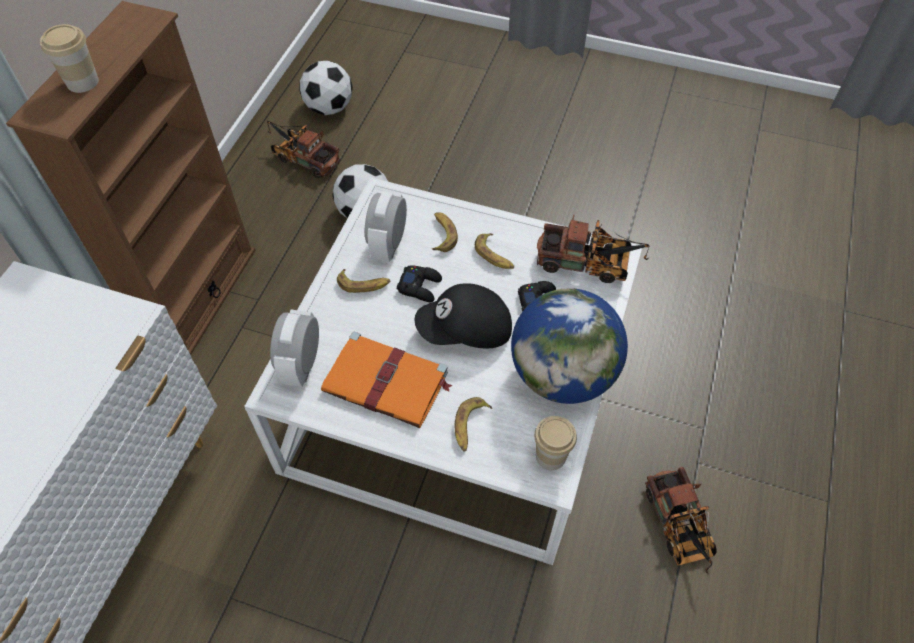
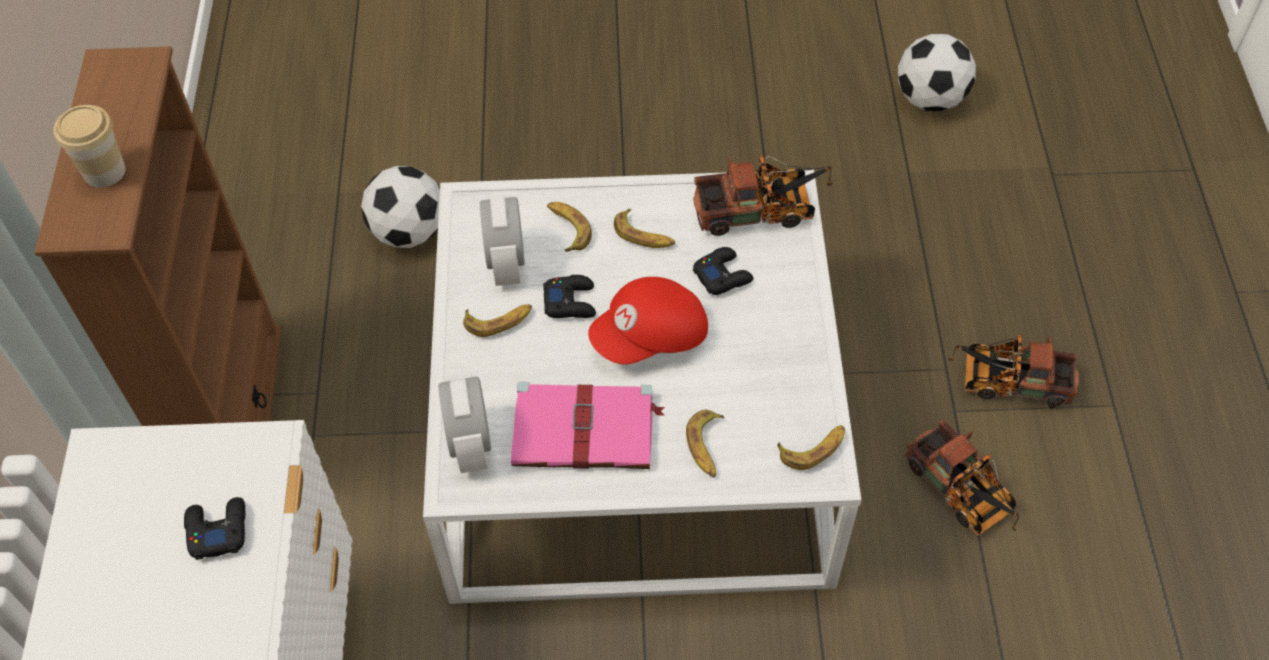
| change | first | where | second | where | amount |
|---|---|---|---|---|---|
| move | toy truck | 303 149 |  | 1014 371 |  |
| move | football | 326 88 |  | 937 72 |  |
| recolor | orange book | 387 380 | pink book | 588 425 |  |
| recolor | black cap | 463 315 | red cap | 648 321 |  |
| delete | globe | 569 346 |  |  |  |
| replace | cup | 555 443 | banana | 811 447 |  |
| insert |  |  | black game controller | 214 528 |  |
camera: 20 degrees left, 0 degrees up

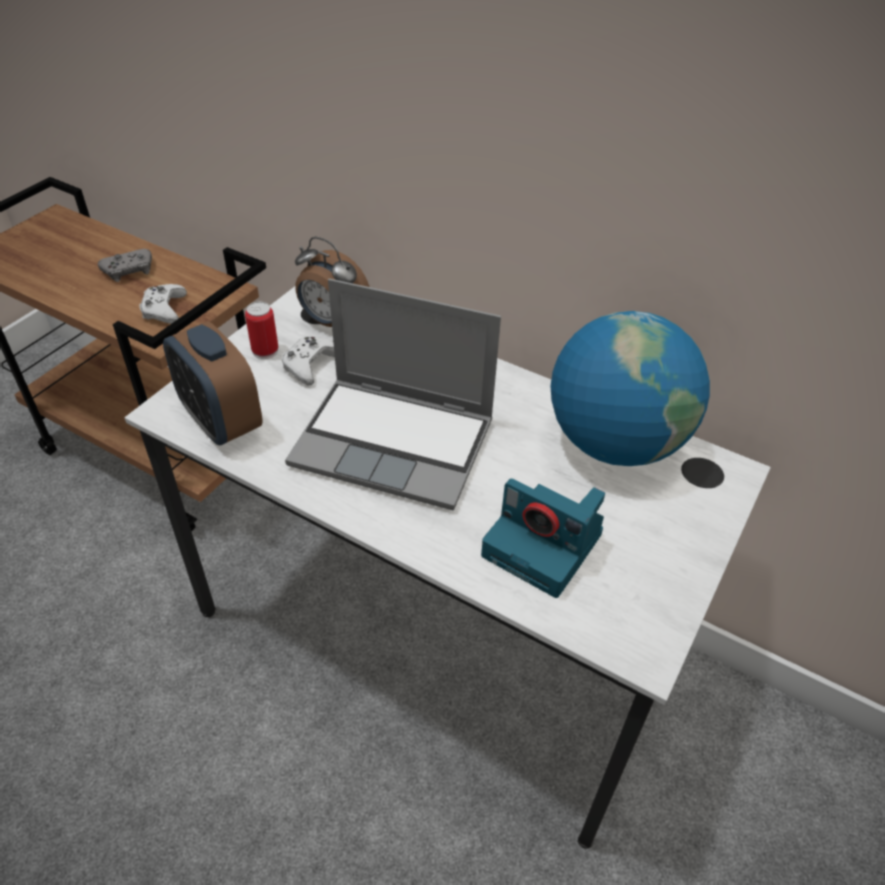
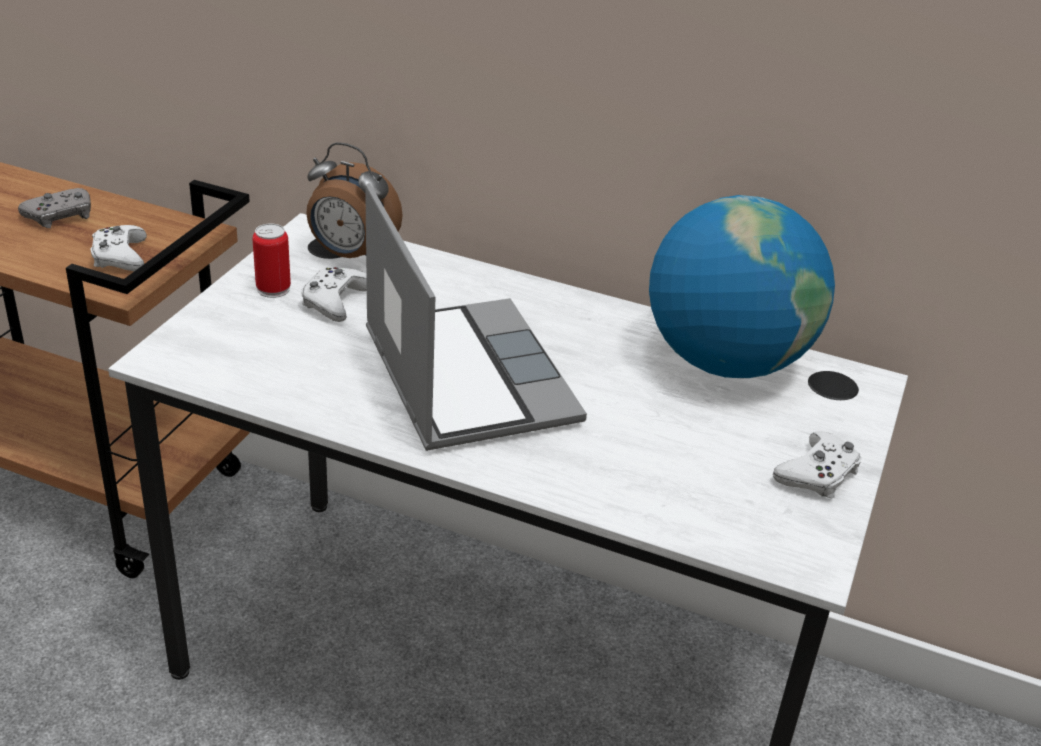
| change | first | where | second | where | amount |
|---|---|---|---|---|---|
| delete | alarm clock | 213 383 |  |  |  |
| rotate | laptop | 393 394 |  | 476 317 | 120 degrees counterclockwise |
| delete | photo camera | 543 538 |  |  |  |
| insert |  |  | white game controller | 817 464 |  |
camera: 10 degrees left, 10 degrees down

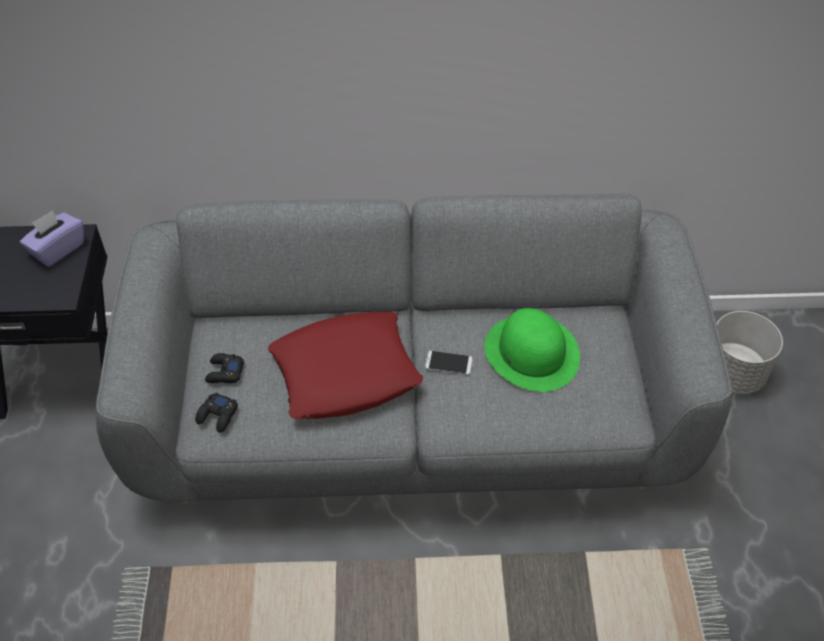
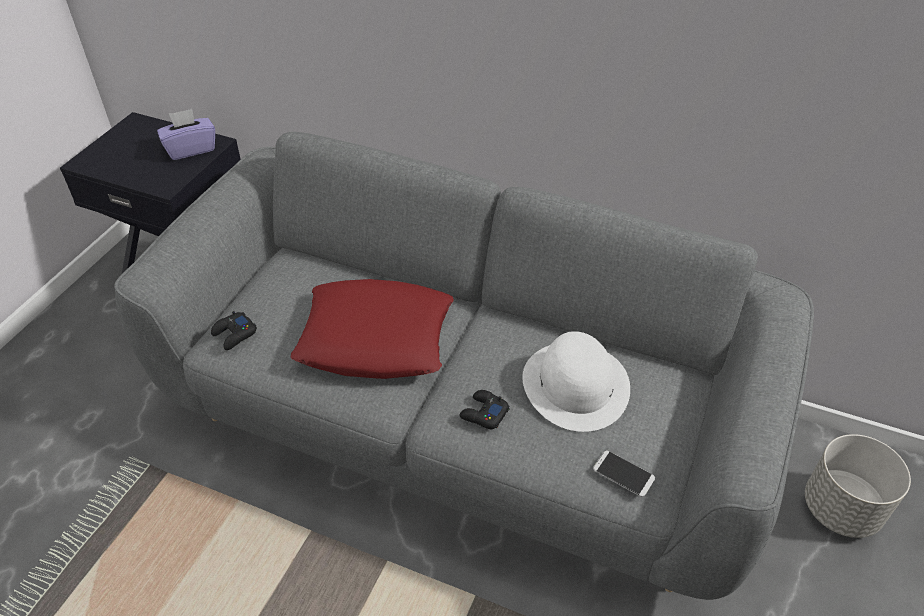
| change | first | where | second | where | amount |
|---|---|---|---|---|---|
| move | black game controller | 224 368 |  | 484 409 |  |
| move | phone | 449 363 |  | 624 474 |  |
| recolor | green hat | 532 350 | white hat | 576 381 |  |
camera: 25 degrees right, 5 degrees down

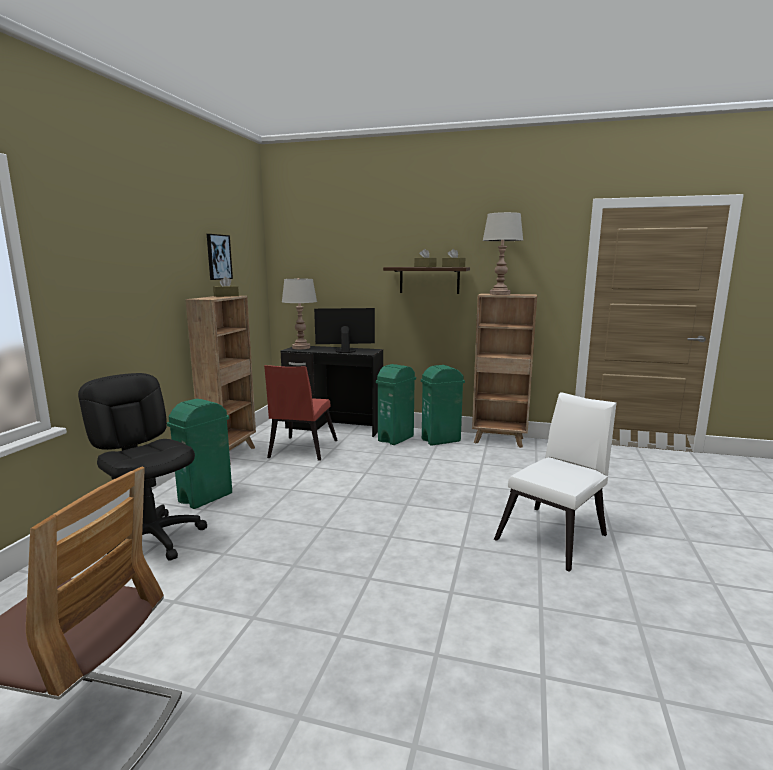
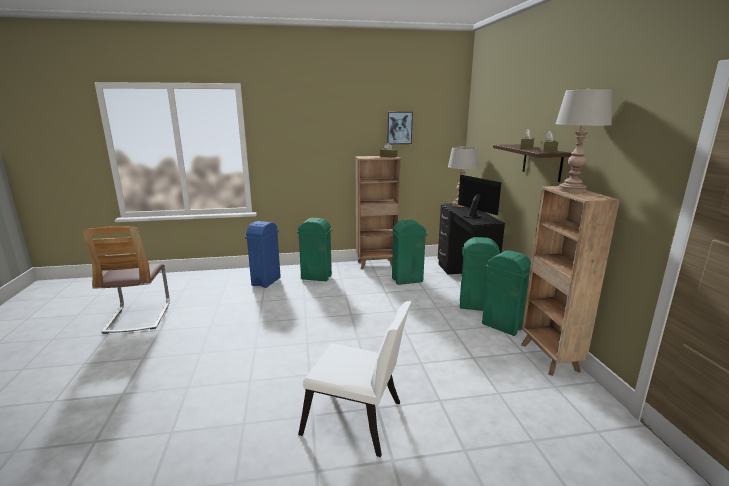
| change | first | where | second | where | amount |
|---|---|---|---|---|---|
| replace | black office chair | 142 467 | blue trash can | 263 254 |  |
| replace | red chair | 301 413 | green trash can | 409 252 |  |
camera: 65 degrees right, 5 degrees up

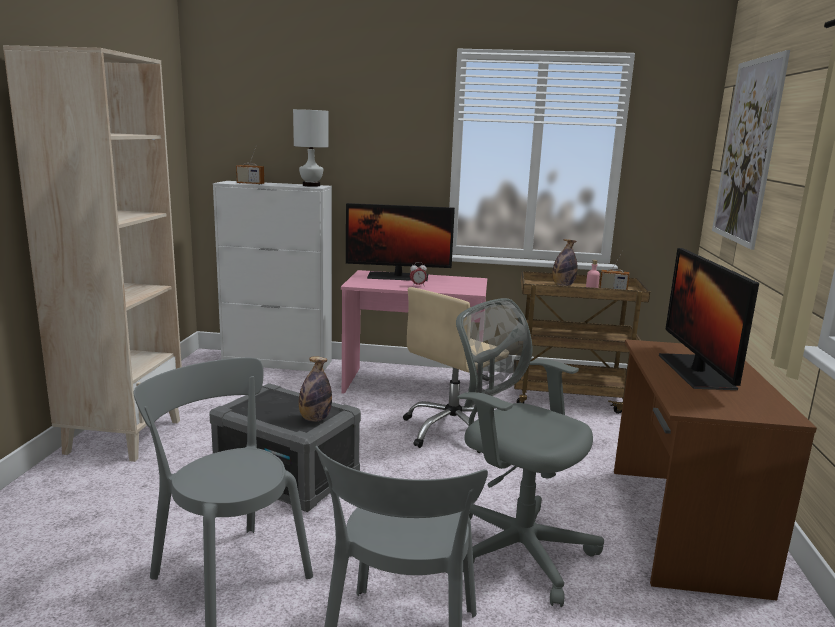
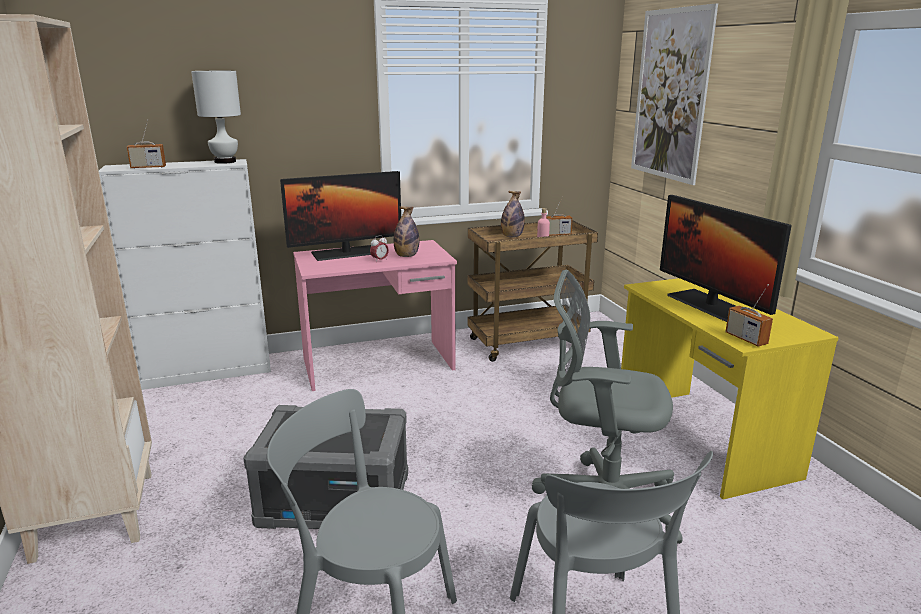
| change | first | where | second | where | amount |
|---|---|---|---|---|---|
| move | bottle | 315 389 |  | 406 231 |  |
| delete | beige office chair | 448 370 |  |  |  |
| recolor | brown desk | 715 469 | yellow desk | 730 388 |  |
| insert |  |  | radio | 749 315 |  |
camera: 25 degrees left, 5 degrees up

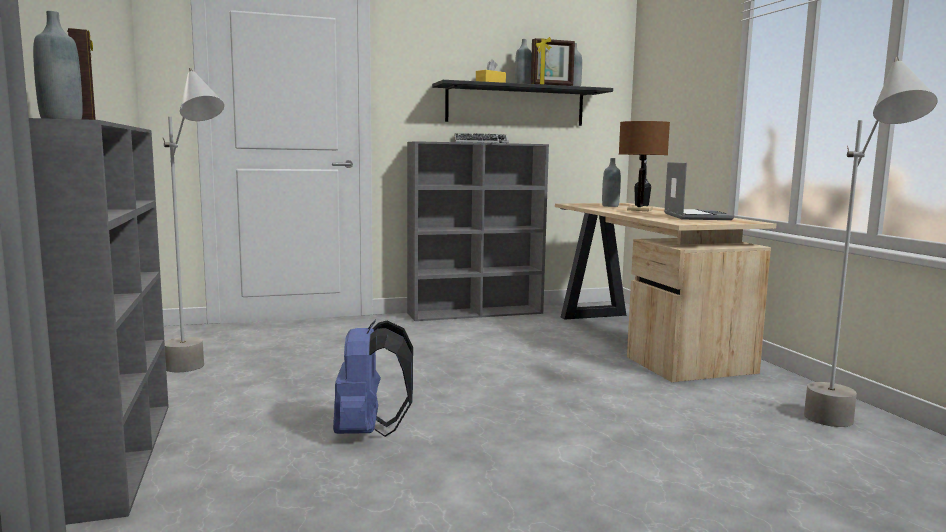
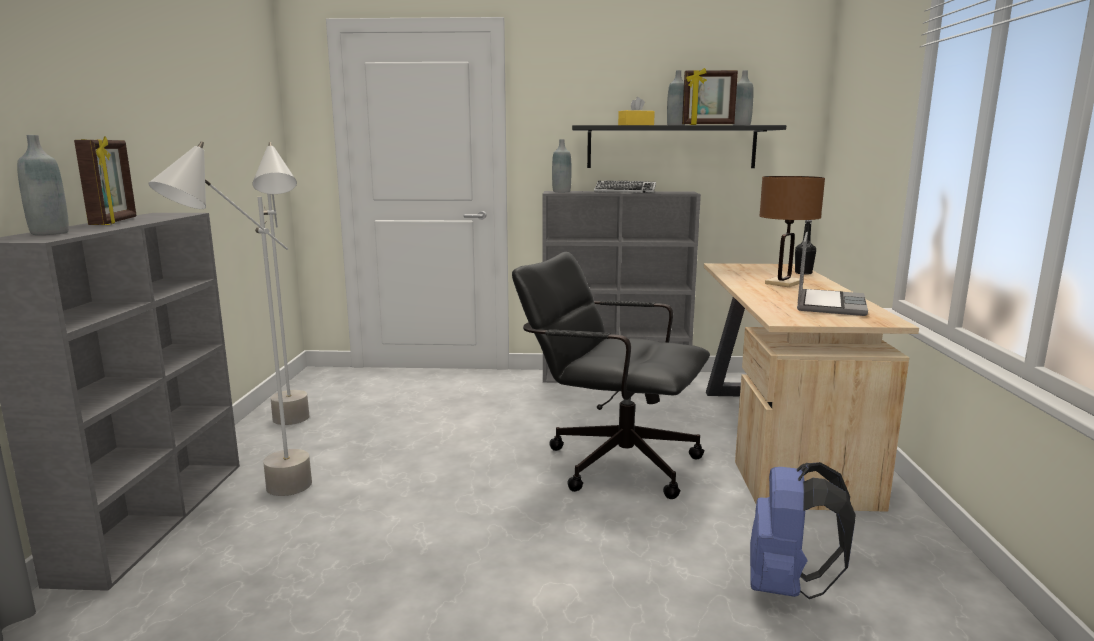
| change | first | where | second | where | amount |
|---|---|---|---|---|---|
| move | blue backpack | 373 378 |  | 803 530 |  |
| move | grey bottle | 611 182 |  | 561 165 |  |
| move | grey floor lamp | 871 242 |  | 230 318 |  |
| insert |  |  | black office chair | 611 375 |  |
camera: 20 degrees right, 5 degrees up

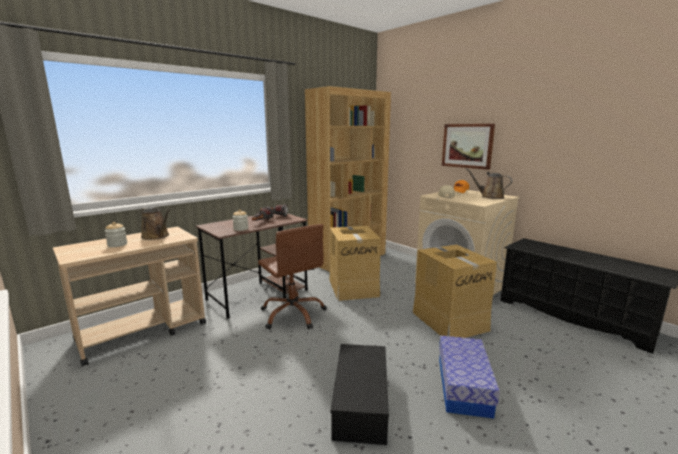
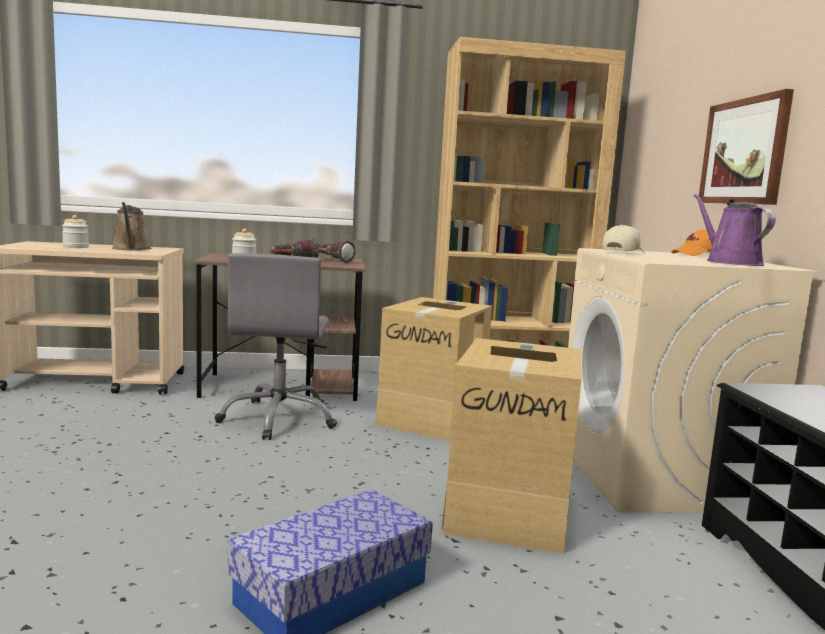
| change | first | where | second | where | amount |
|---|---|---|---|---|---|
| recolor | brown office chair | 292 277 | grey office chair | 276 346 |  |
| delete | black storage box | 359 394 |  |  |  |
| recolor | brown watering can | 489 183 | purple watering can | 734 230 |  |
camera: 35 degrees right, 5 degrees down

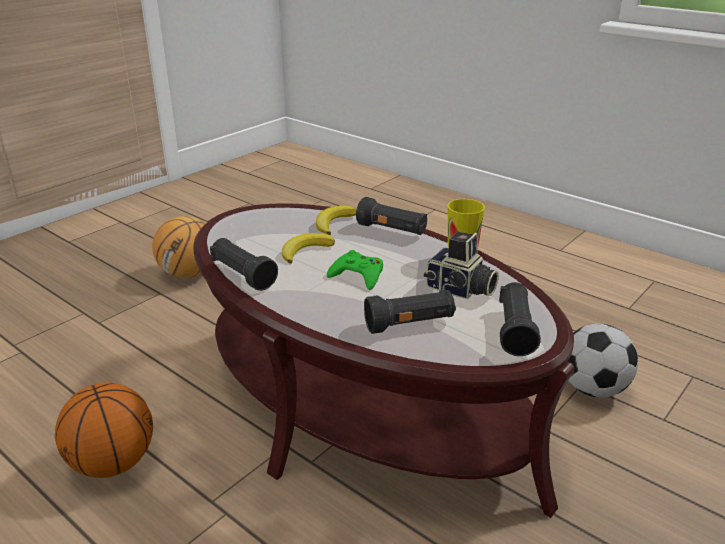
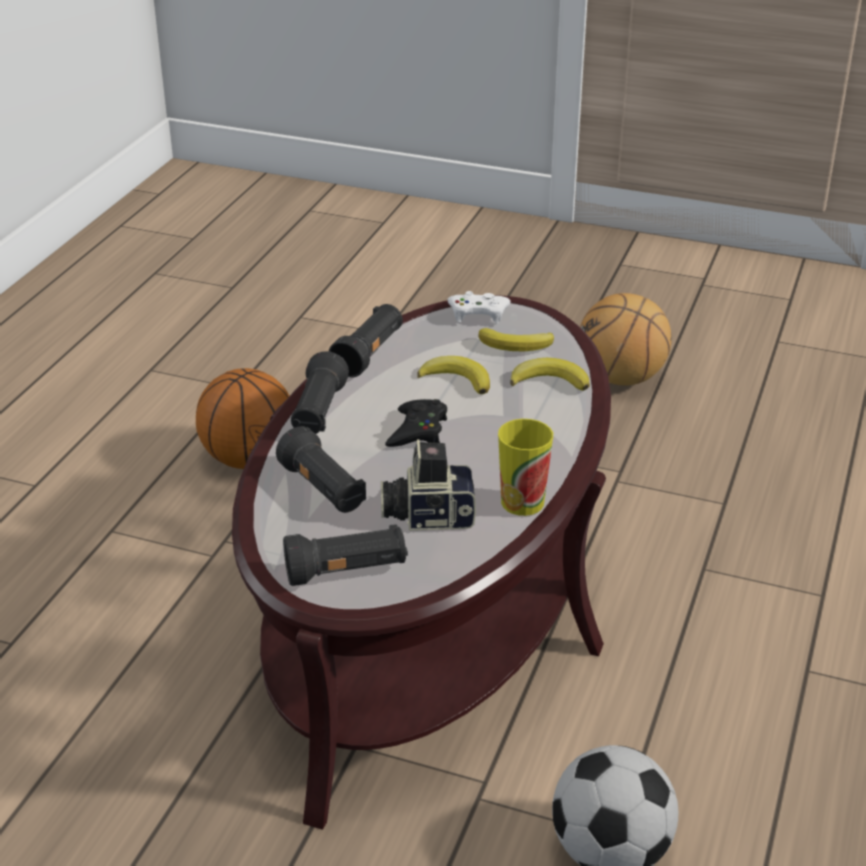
| change | first | where | second | where | amount |
|---|---|---|---|---|---|
| recolor | green game controller | 355 270 | black game controller | 416 423 |  |
| move | black flashlight | 391 216 |  | 320 392 |  |
| rotate | photo camera | 461 265 |  | 428 485 | 75 degrees clockwise |
| insert |  |  | white game controller | 479 307 |  |
| insert |  |  | banana | 516 339 |  |
camera: 70 degrees right, 5 degrees up

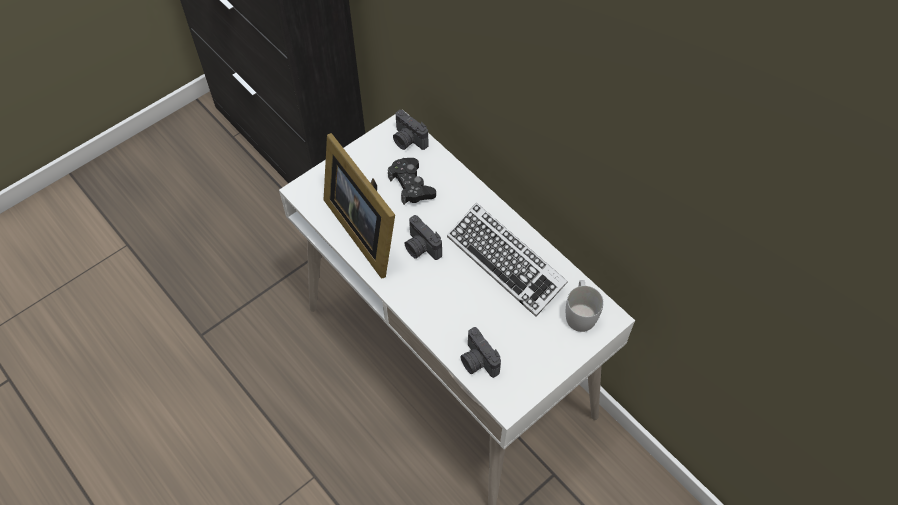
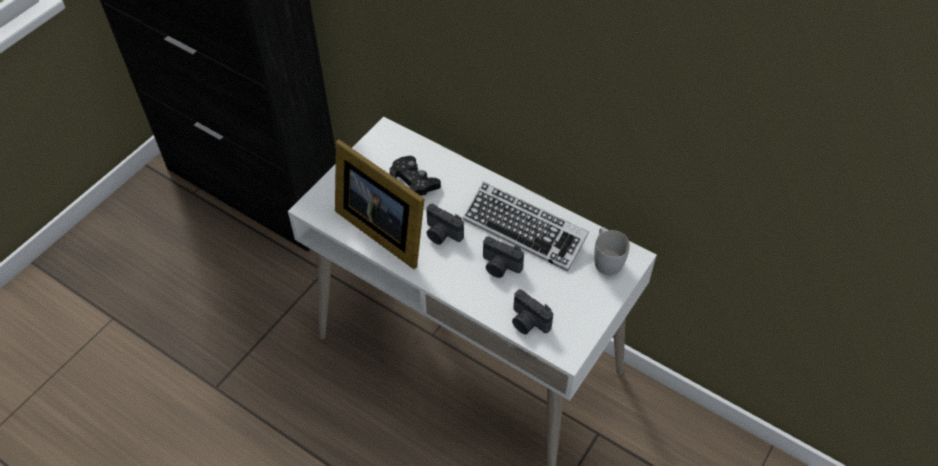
| change | first | where | second | where | amount |
|---|---|---|---|---|---|
| move | photo camera | 411 130 |  | 503 257 |  |
camera: 15 degrees left, 5 degrees down

